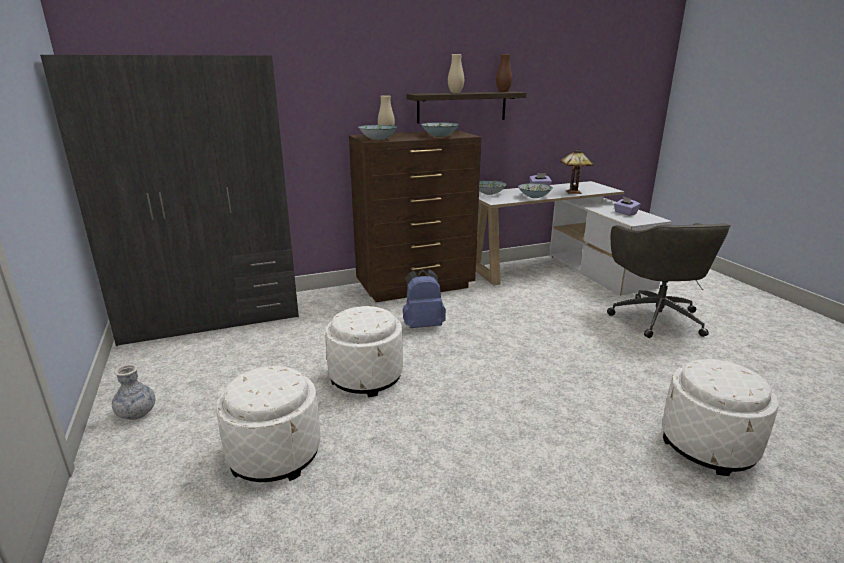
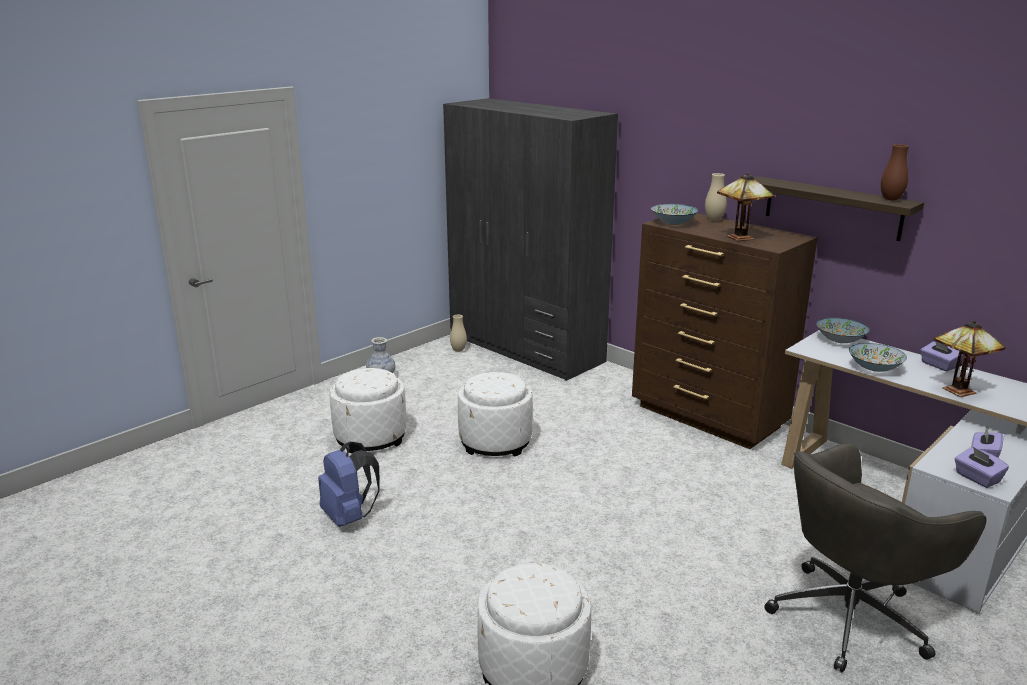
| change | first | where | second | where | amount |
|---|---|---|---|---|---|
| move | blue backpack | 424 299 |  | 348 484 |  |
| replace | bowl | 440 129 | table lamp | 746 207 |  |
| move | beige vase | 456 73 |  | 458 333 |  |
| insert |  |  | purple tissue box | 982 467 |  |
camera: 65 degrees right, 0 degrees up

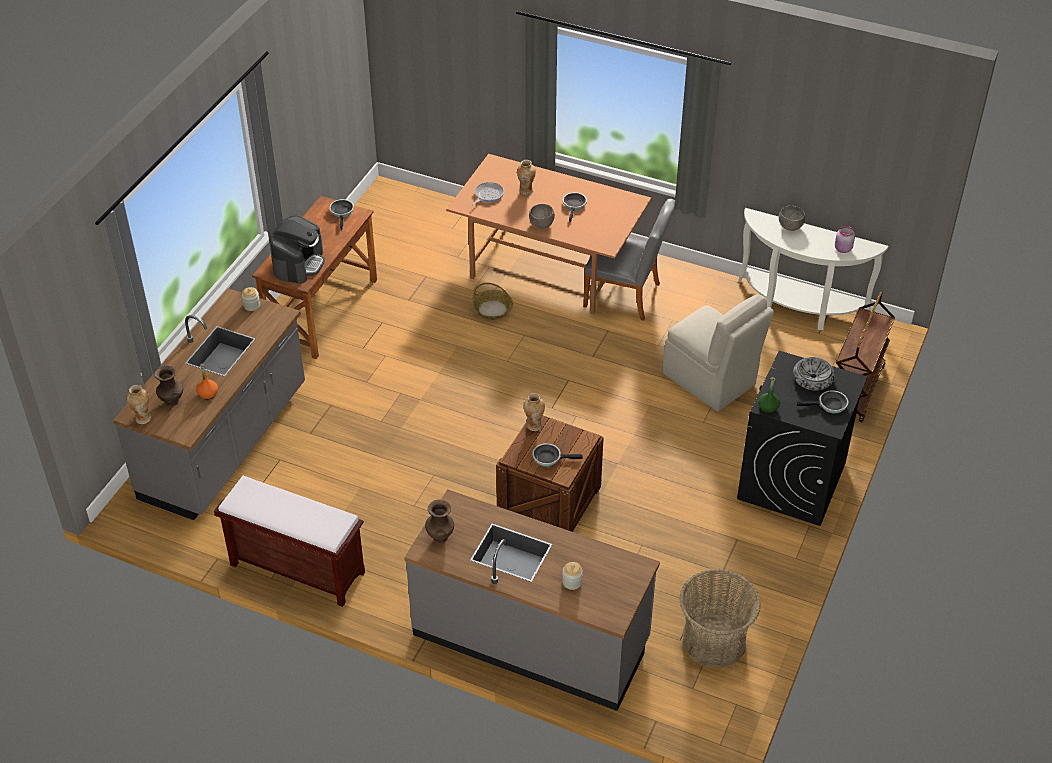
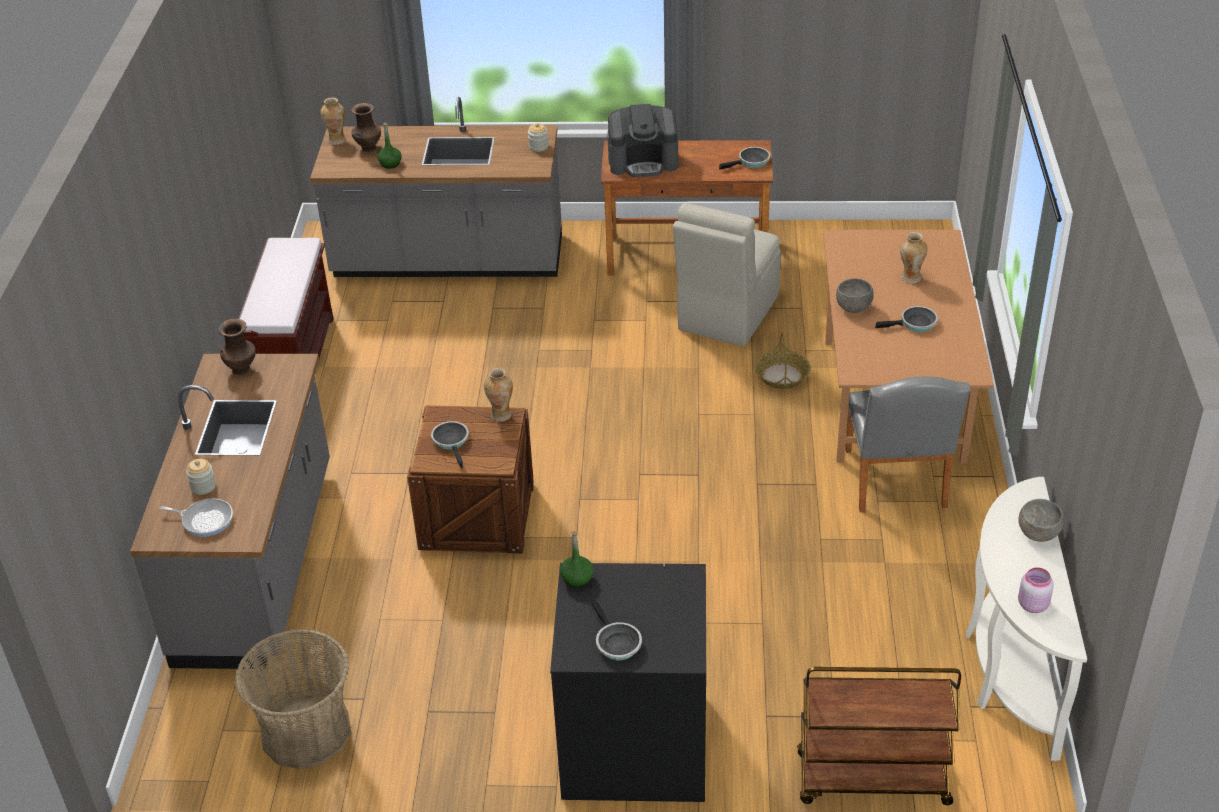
| change | first | where | second | where | amount |
|---|---|---|---|---|---|
| recolor | orange bottle | 207 382 | green bottle | 389 145 |  |
| move | frying pan | 487 194 |  | 196 517 |  |
| move | beige chair | 718 352 |  | 727 274 |  |
| delete | bowl | 814 374 |  |  |  |
camera: 70 degrees right, 5 degrees down

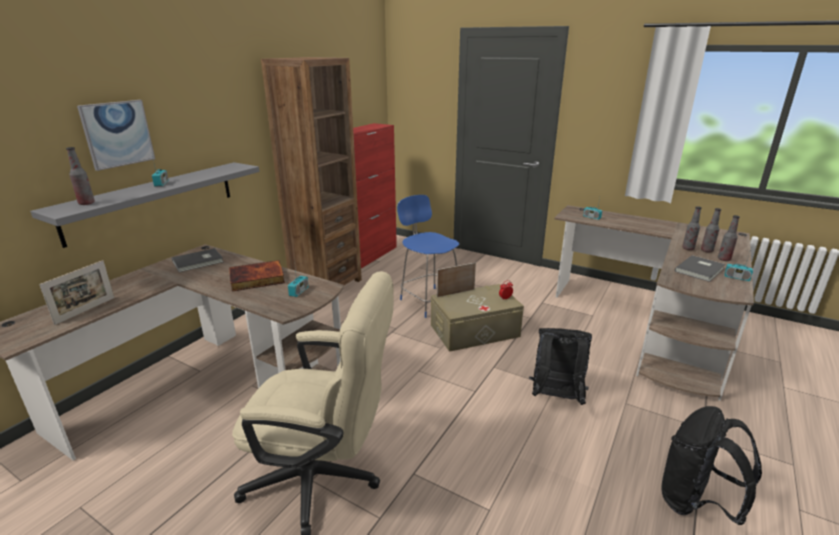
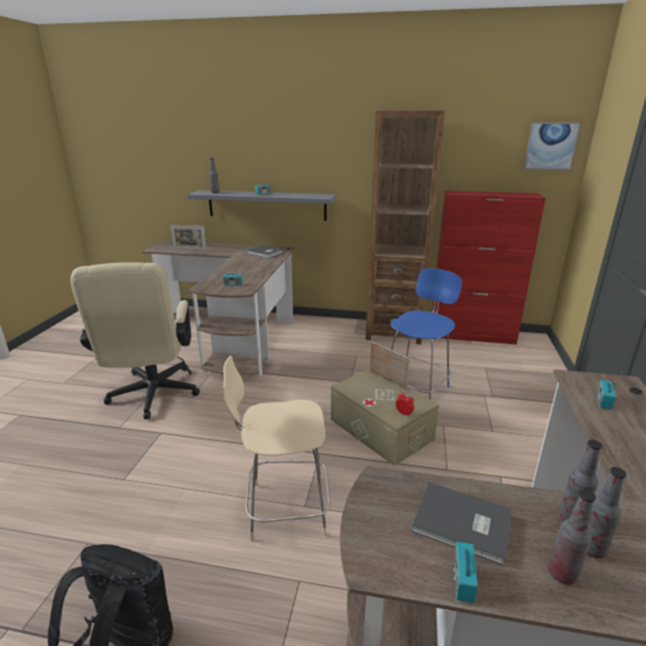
| change | first | where | second | where | amount |
|---|---|---|---|---|---|
| move | picture | 116 135 |  | 552 146 |  |
| delete | book | 257 275 |  |  |  |
| replace | black backpack | 560 366 | beige chair | 276 448 |  |
camera: 70 degrees right, 0 degrees up

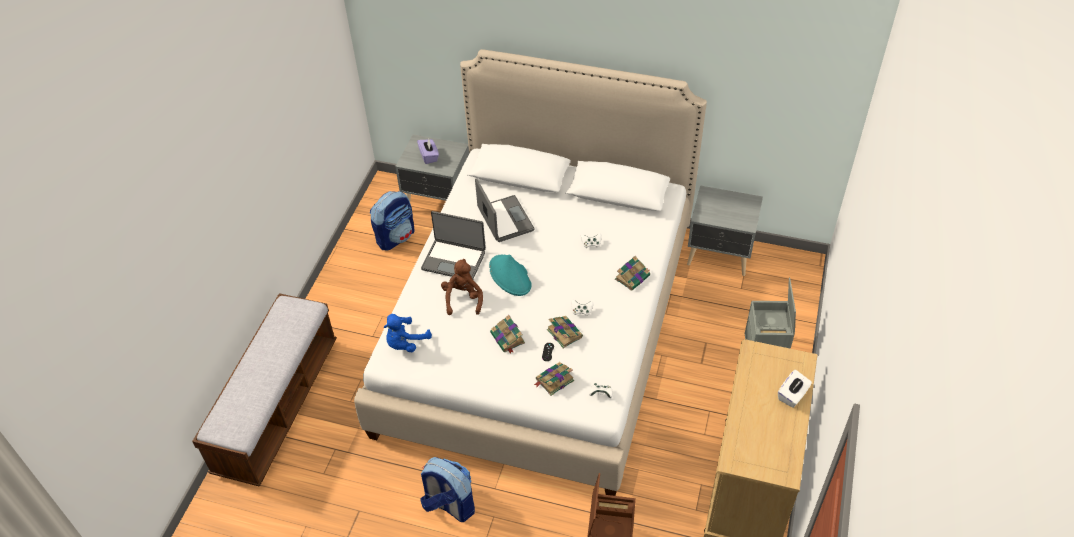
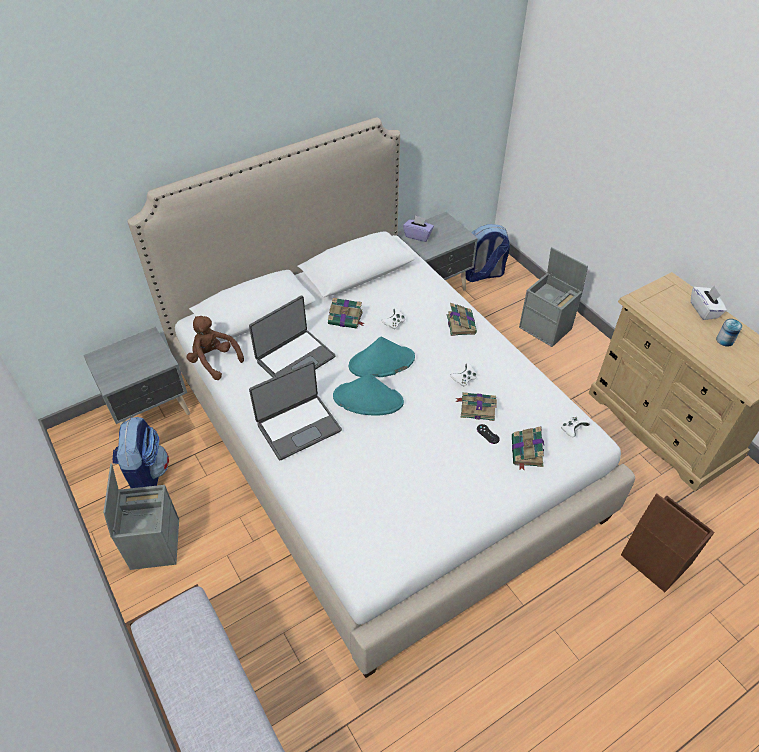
| change | first | where | second | where | amount |
|---|---|---|---|---|---|
| delete | blue plush toy | 408 333 |  |  |  |
| move | purple tissue box | 428 151 |  | 418 229 |  |
| move | backpack | 448 489 |  | 487 253 |  |
| move | brown plush toy | 462 287 |  | 215 348 |  |
| rotate | laptop | 504 210 |  | 292 337 | 120 degrees clockwise |
| move | book | 507 334 |  | 346 313 |  |
| insert |  |  | grey storage box | 141 516 |  |
| insert |  |  | turquoise hat | 382 356 |  |
| insert |  |  | can | 729 333 |  |
camera: 50 degrees left, 0 degrees up

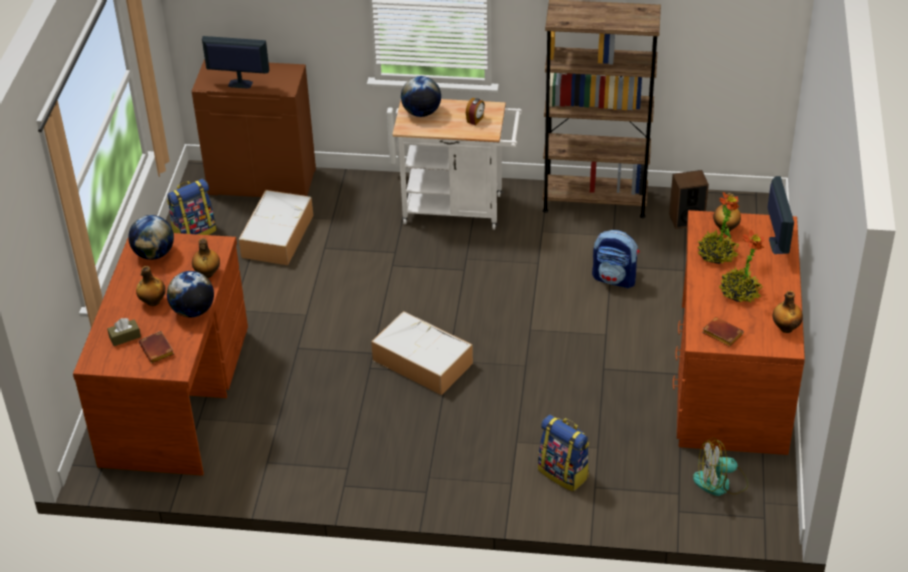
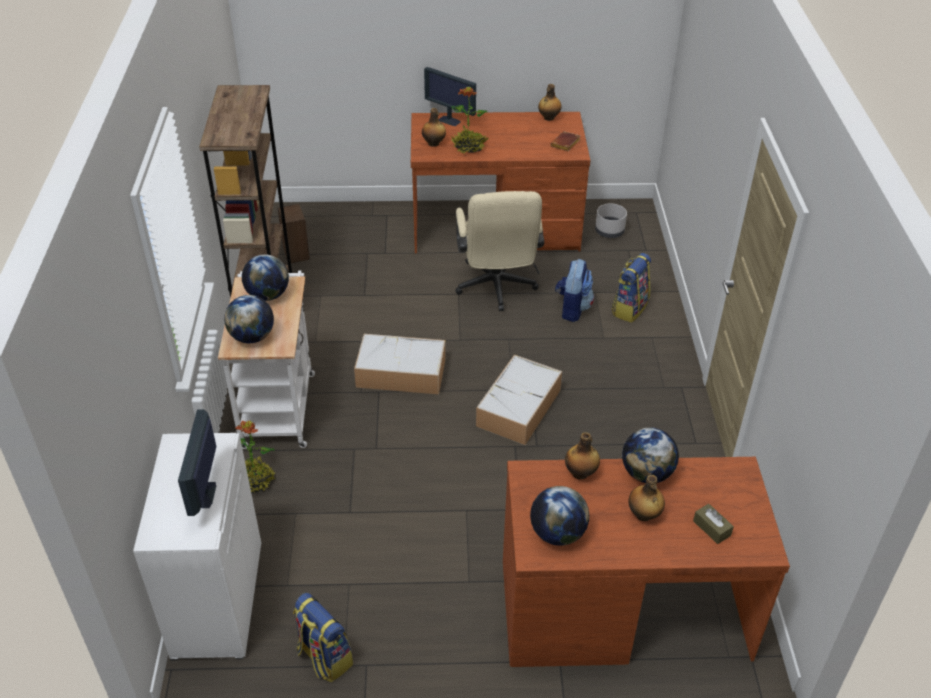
| change | first | where | second | where | amount |
|---|---|---|---|---|---|
| delete | brown book | 156 347 |  |  |  |
| recolor | brown cabinet | 254 128 | white cabinet | 197 547 |  |
| move | storage box | 276 227 |  | 400 364 |  |
| replace | alarm clock | 475 111 | globe | 265 277 |  |
| move | backpack | 615 259 |  | 574 290 |  |
| replace | fan | 720 467 | grey planter | 611 221 |  |
| move | potted plant | 741 266 |  | 255 457 |  |
| rotate | monitor | 780 215 |  | 450 96 | 135 degrees counterclockwise |
| insert |  |  | beige office chair | 499 251 |  |
camera: 100 degrees left, 0 degrees up

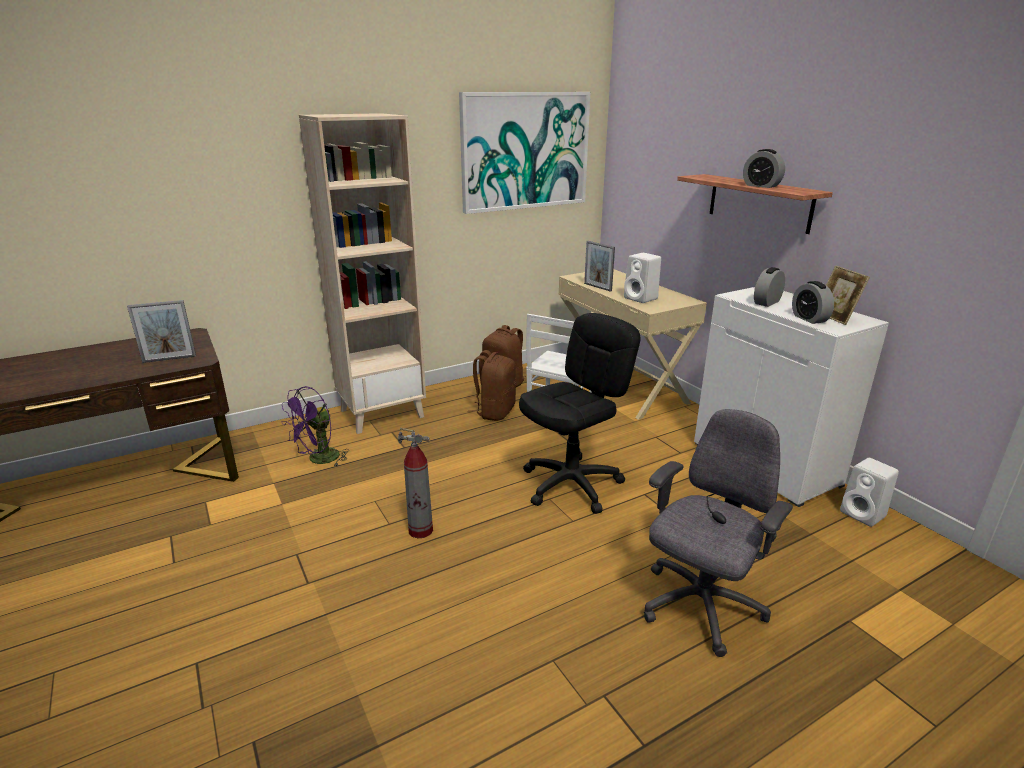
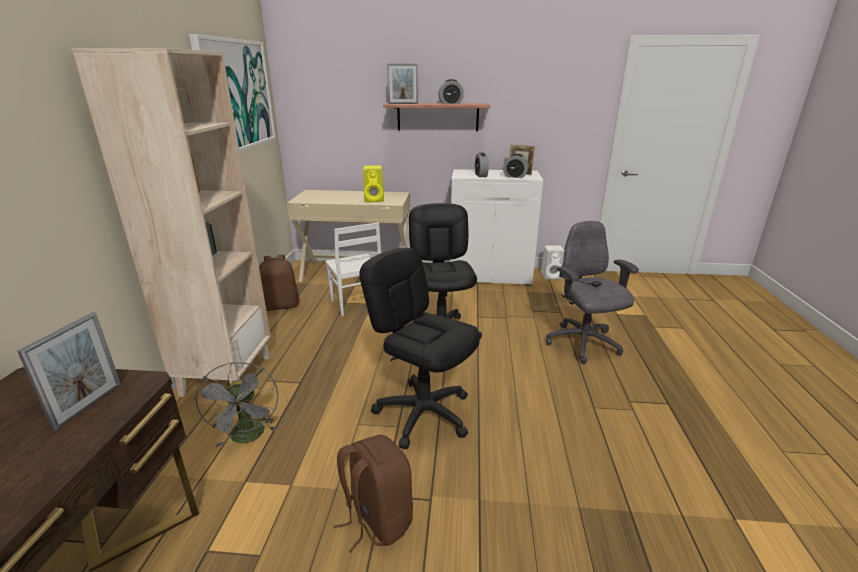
| change | first | where | second | where | amount |
|---|---|---|---|---|---|
| recolor | purple fan | 315 426 | grey fan | 236 404 |  |
| replace | fire extinguisher | 415 483 | black office chair | 419 348 |  |
| move | brown backpack | 492 385 |  | 373 494 |  |
| move | picture frame | 599 266 |  | 402 84 |  |
| recolor | white speaker | 642 278 | yellow speaker | 373 183 |  |
camera: 55 degrees left, 0 degrees up

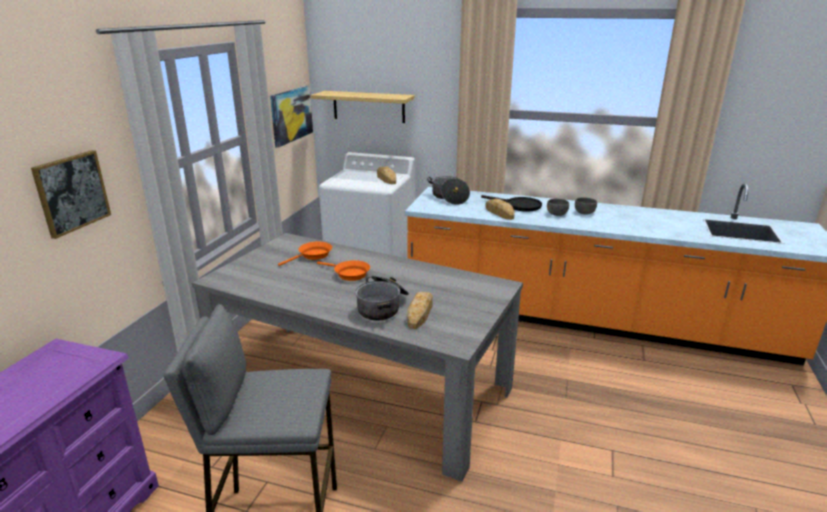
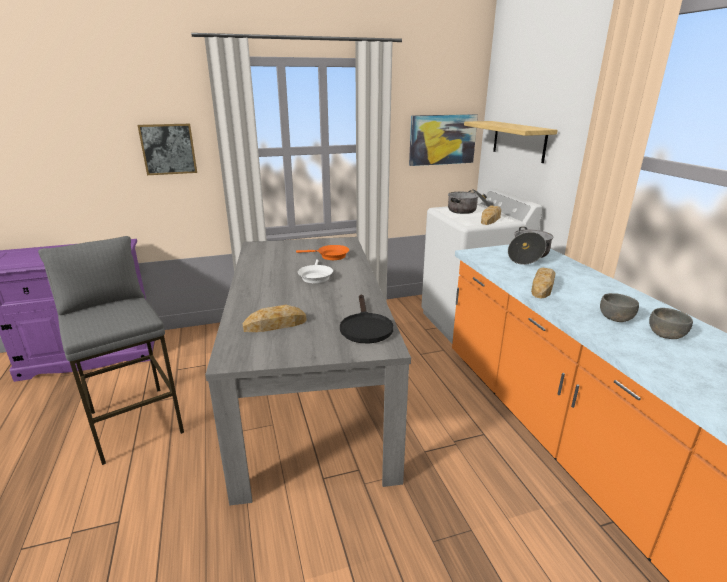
| change | first | where | second | where | amount |
|---|---|---|---|---|---|
| recolor | orange frying pan | 343 270 | white frying pan | 315 271 |  |
| move | cooking pot | 382 298 |  | 468 201 |  |
| move | black frying pan | 511 203 |  | 366 319 |  |
camera: 55 degrees right, 0 degrees up

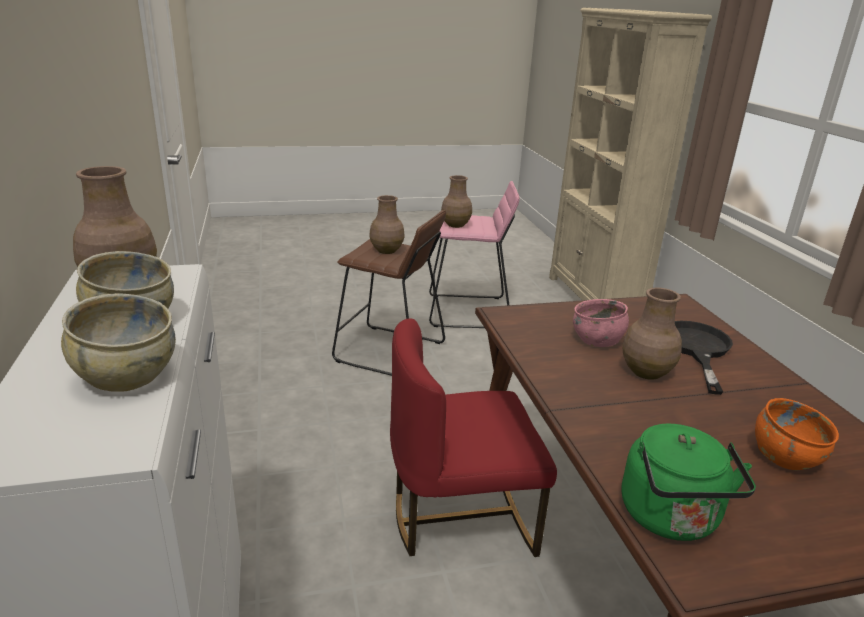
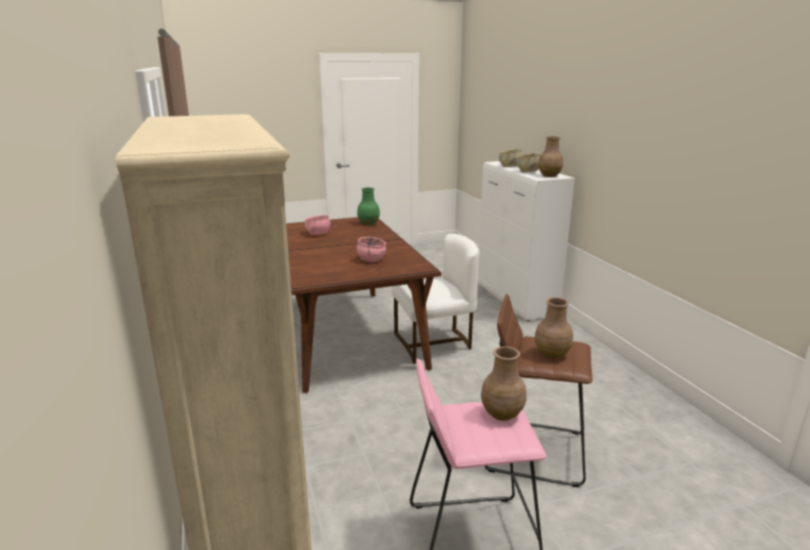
| change | first | where | second | where | amount |
|---|---|---|---|---|---|
| recolor | red chair | 473 438 | white chair | 435 299 |  |
| delete | brown vase | 652 334 |  |  |  |
| replace | green kettle | 689 482 | green vase | 368 206 |  |
| delete | black frying pan | 704 358 |  |  |  |
| recolor | orange bowl | 797 434 | pink bowl | 318 225 |  |
camera: 175 degrees right, 5 degrees down

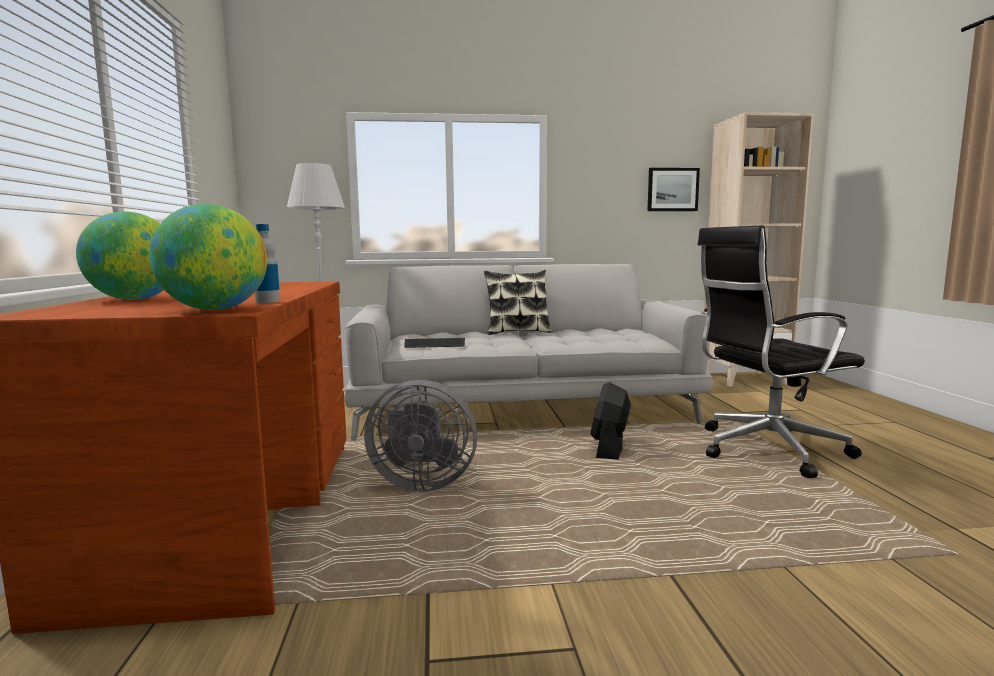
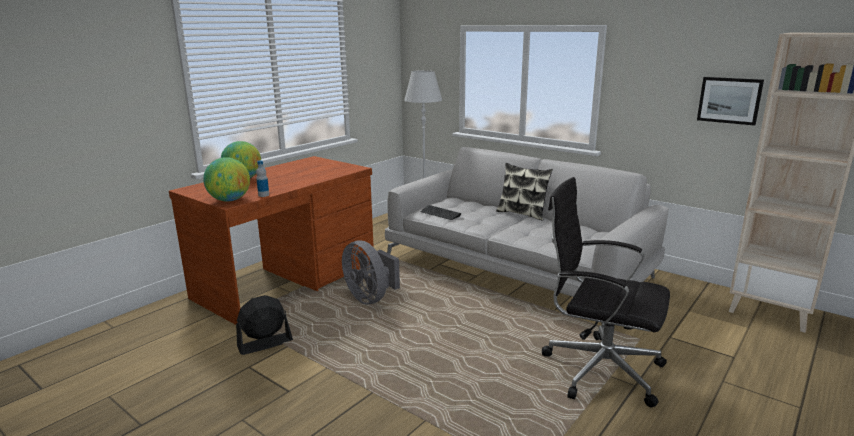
| change | first | where | second | where | amount |
|---|---|---|---|---|---|
| move | black fan | 610 421 |  | 264 325 |  |
camera: 45 degrees right, 10 degrees up

